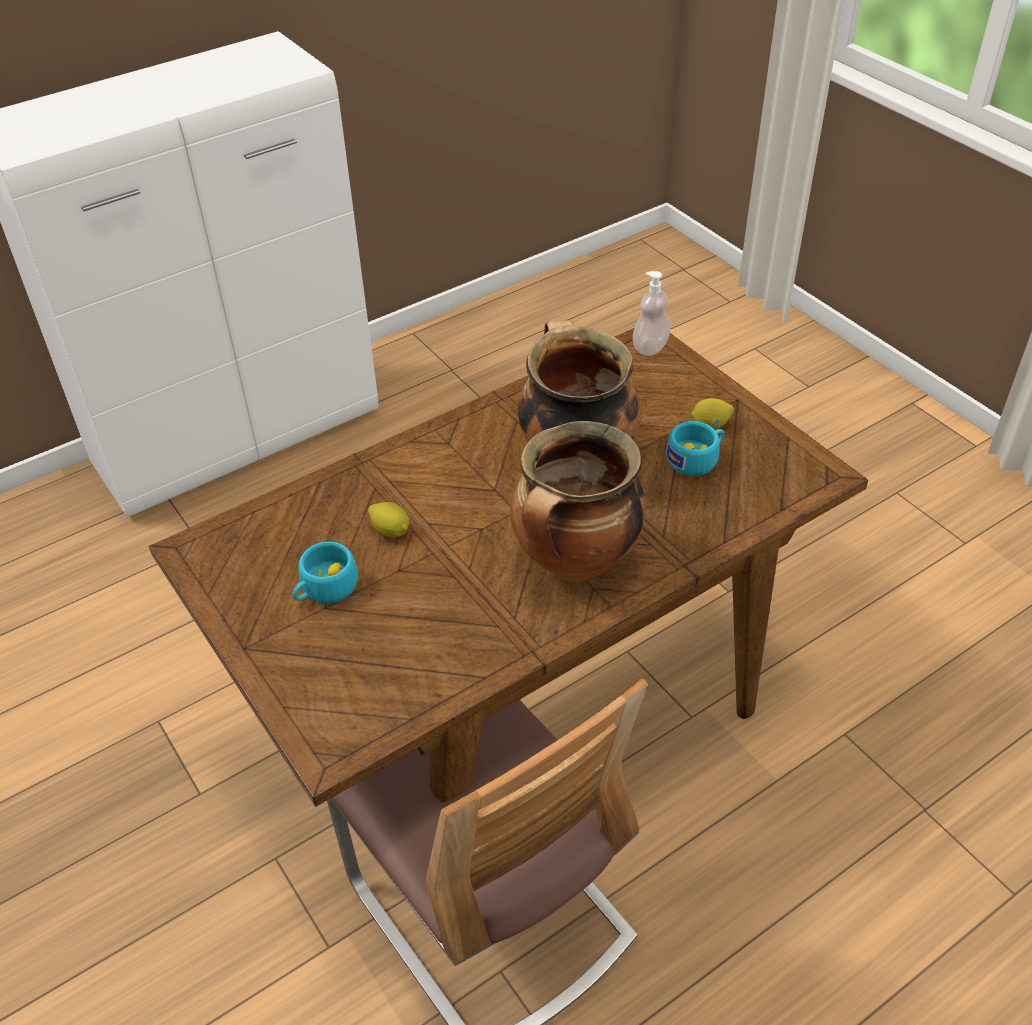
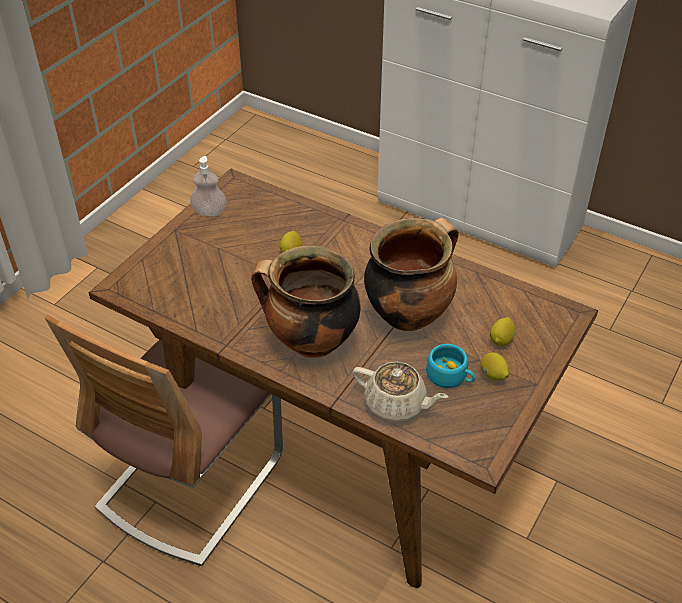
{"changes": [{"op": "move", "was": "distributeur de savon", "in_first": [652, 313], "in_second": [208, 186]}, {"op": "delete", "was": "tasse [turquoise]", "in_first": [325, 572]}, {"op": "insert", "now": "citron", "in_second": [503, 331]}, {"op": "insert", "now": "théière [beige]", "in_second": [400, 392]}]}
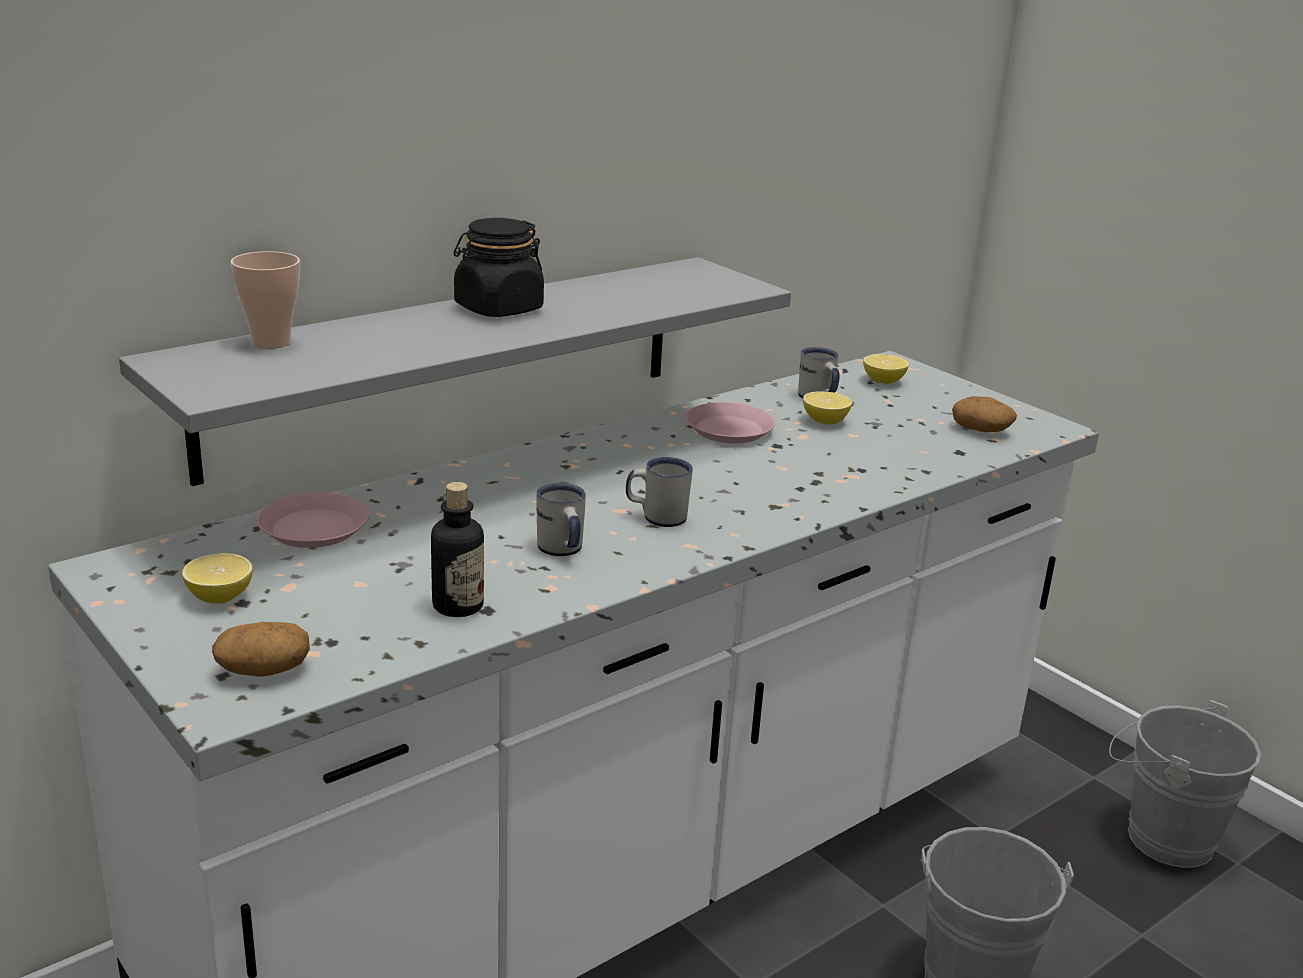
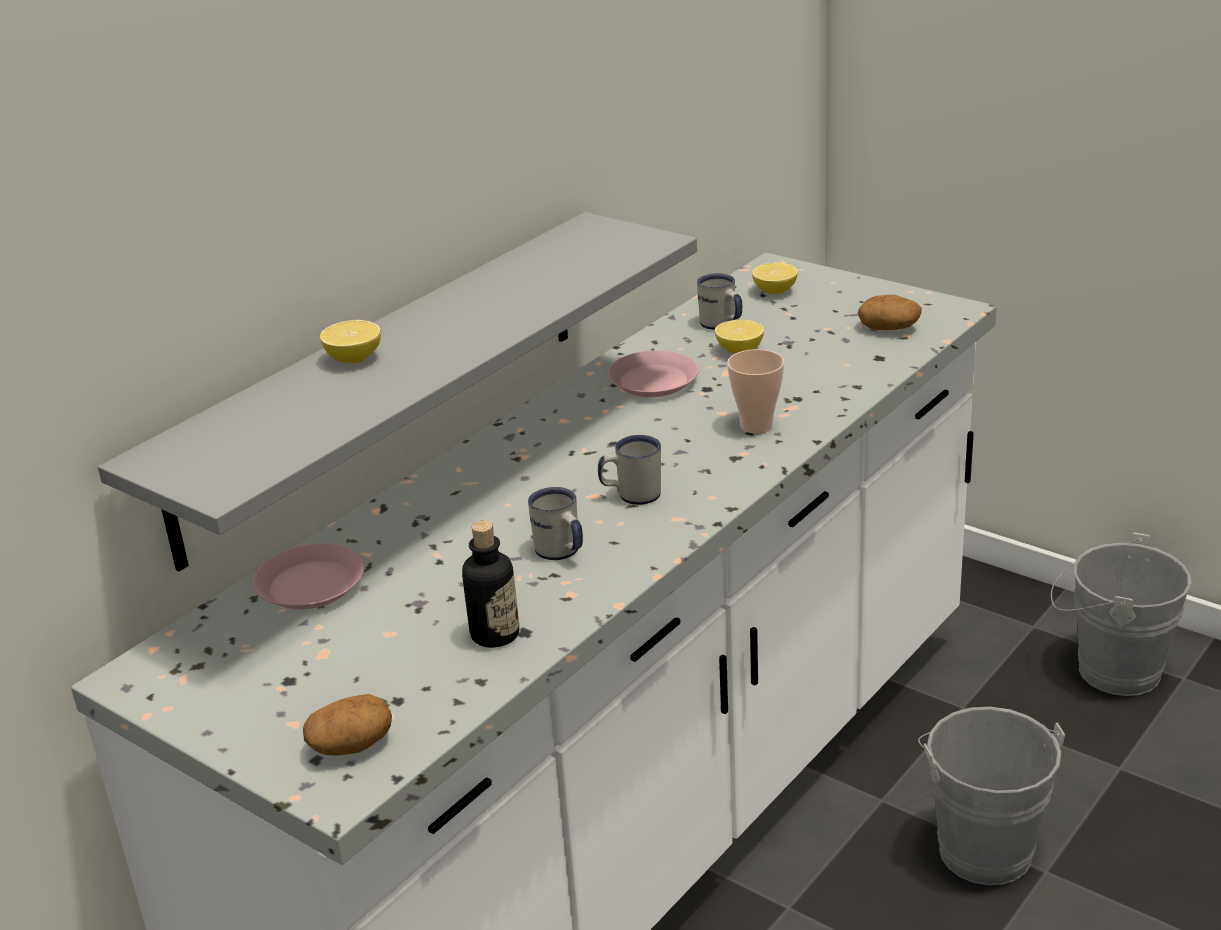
{"changes": [{"op": "delete", "was": "bocal [noir]", "in_first": [499, 267]}, {"op": "move", "was": "tasse", "in_first": [265, 300], "in_second": [755, 391]}, {"op": "move", "was": "citron", "in_first": [217, 578], "in_second": [350, 342]}]}
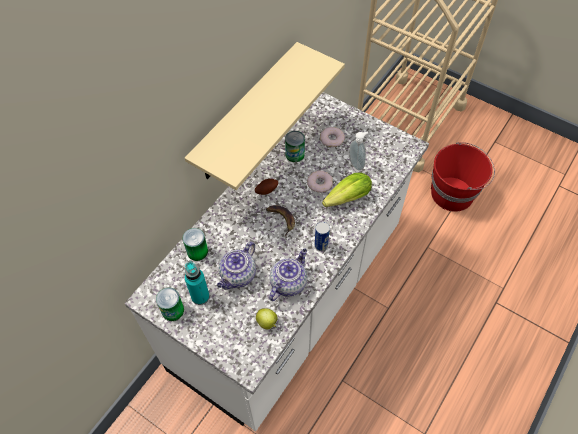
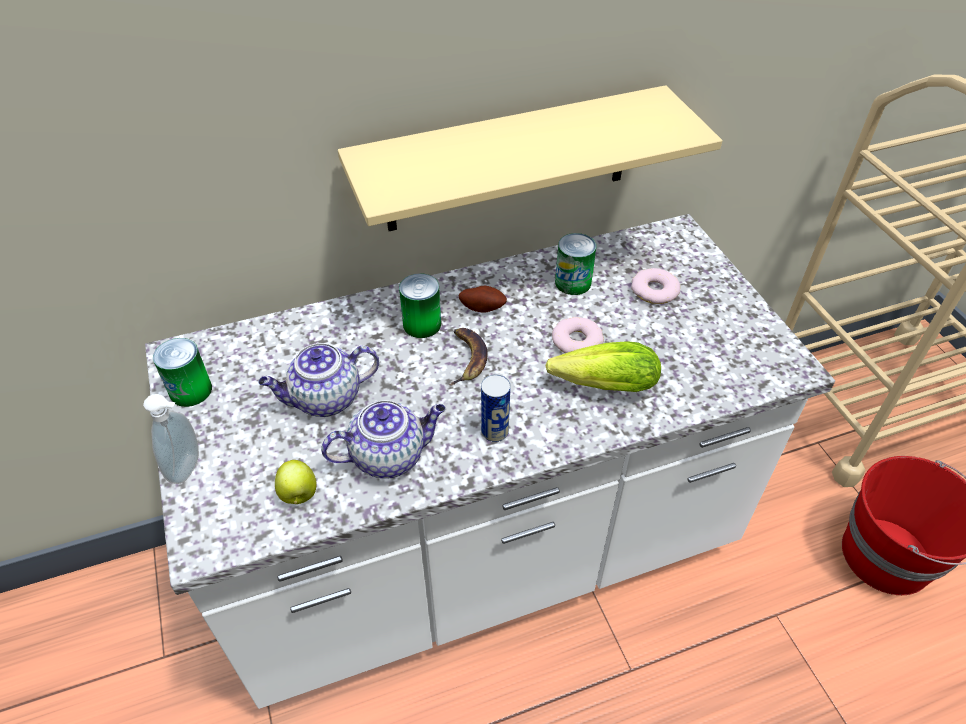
{"changes": [{"op": "move", "was": "distributeur de savon", "in_first": [358, 151], "in_second": [171, 439]}, {"op": "move", "was": "boîte métallique", "in_first": [195, 244], "in_second": [420, 305]}, {"op": "delete", "was": "bouteille [turquoise]", "in_first": [197, 283]}]}
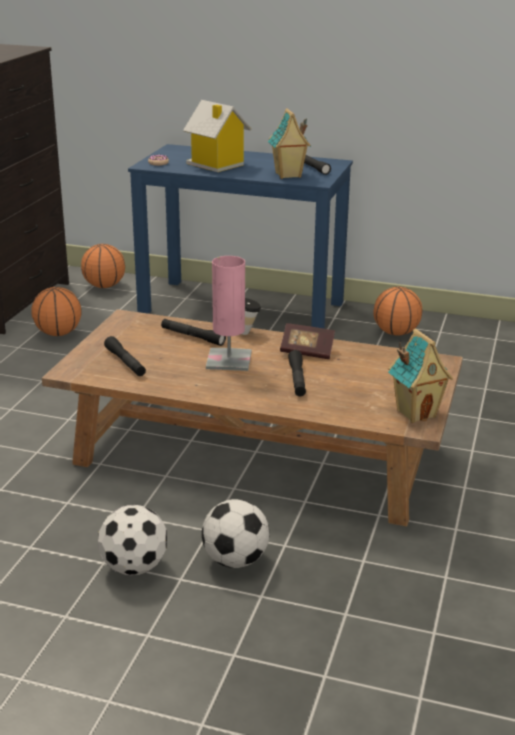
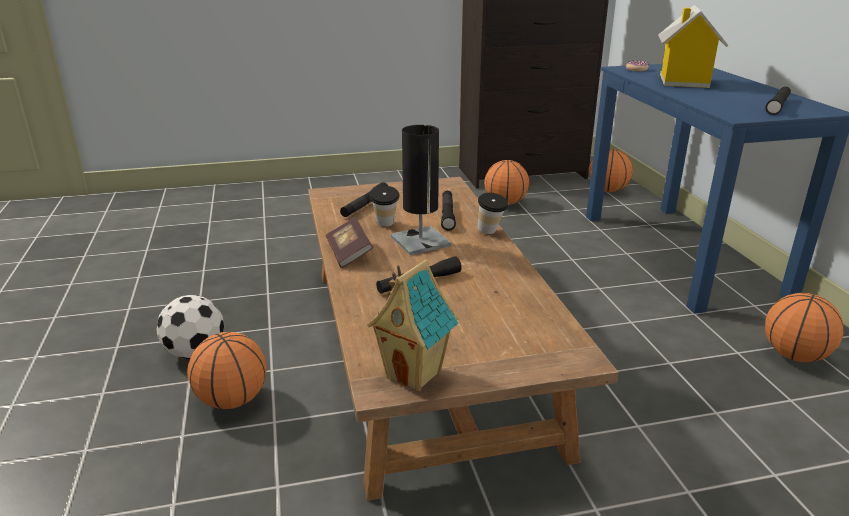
{"changes": [{"op": "delete", "was": "maison miniature", "in_first": [289, 143]}, {"op": "recolor", "was": "lampe de table [rose]", "now": "lampe de table [noir]", "in_first": [229, 313], "in_second": [421, 190]}, {"op": "move", "was": "livre", "in_first": [307, 341], "in_second": [349, 242]}, {"op": "replace", "was": "ballon de foot", "now": "ballon de basket", "in_first": [235, 533], "in_second": [227, 370]}, {"op": "insert", "now": "tasse", "in_second": [385, 206]}]}
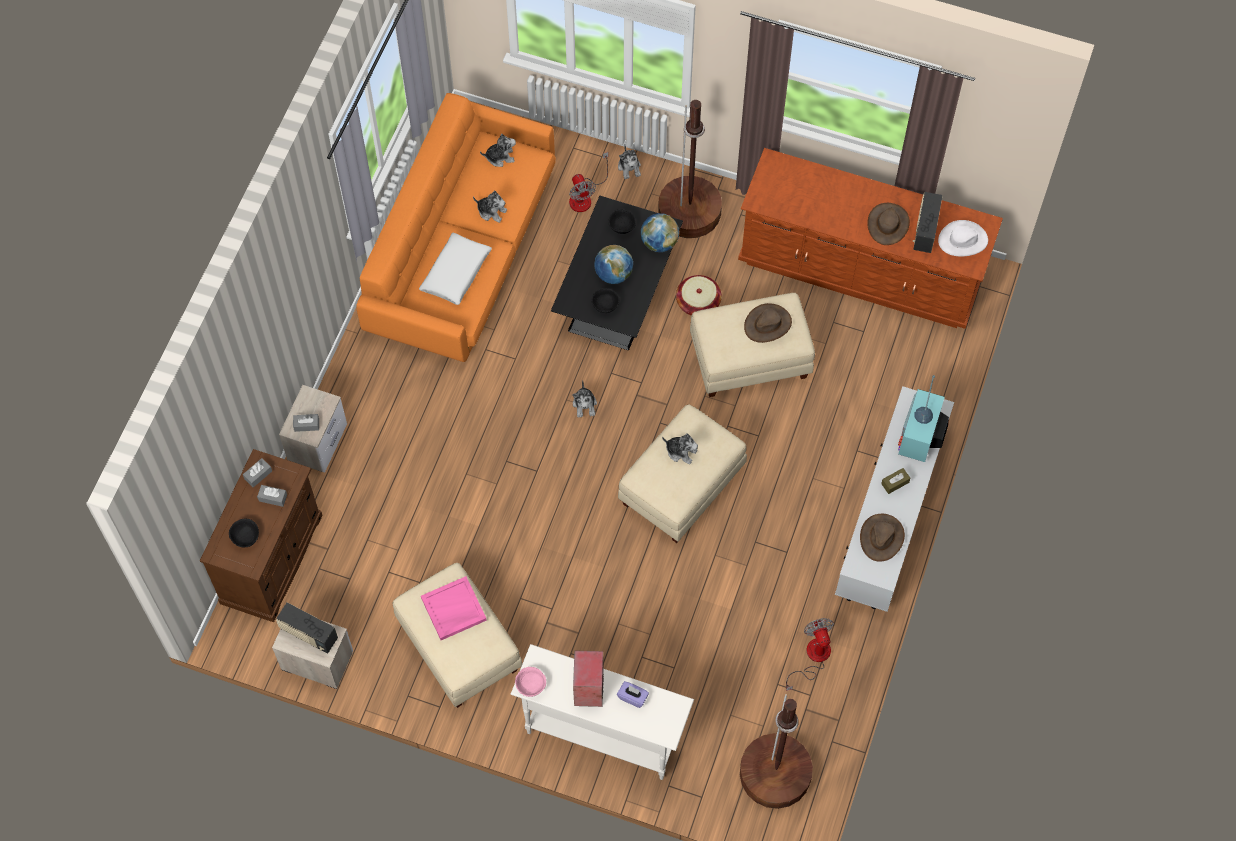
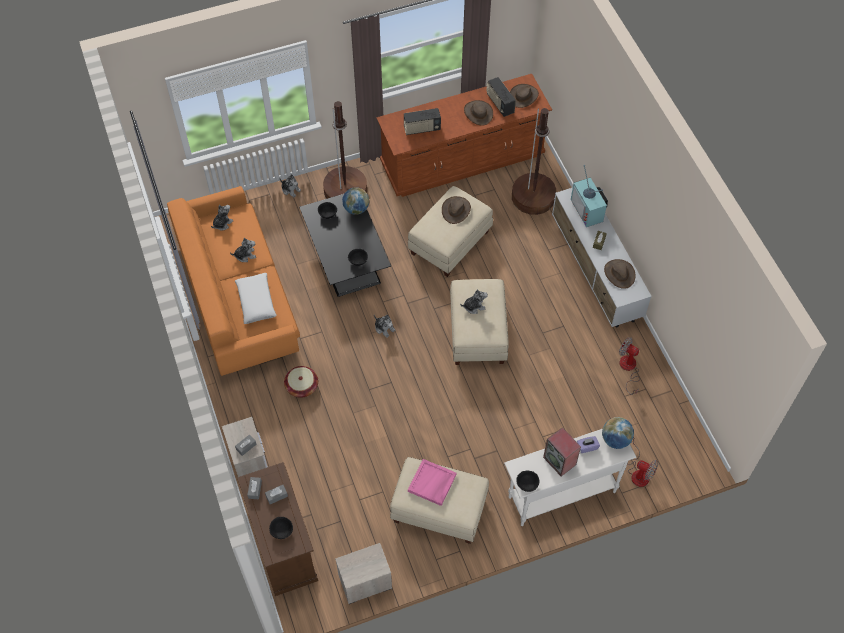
{"changes": [{"op": "move", "was": "ventilateur", "in_first": [588, 182], "in_second": [642, 462]}, {"op": "recolor", "was": "chapeau [blanc]", "now": "chapeau [marron]", "in_first": [963, 238], "in_second": [524, 96]}, {"op": "move", "was": "globe", "in_first": [613, 264], "in_second": [618, 433]}, {"op": "move", "was": "panier", "in_first": [699, 295], "in_second": [301, 382]}, {"op": "move", "was": "radio", "in_first": [307, 628], "in_second": [422, 121]}, {"op": "recolor", "was": "bol [rose]", "now": "bol [noir]", "in_first": [530, 682], "in_second": [528, 481]}, {"op": "move", "was": "lampadaire [marron]", "in_first": [776, 751], "in_second": [534, 161]}]}
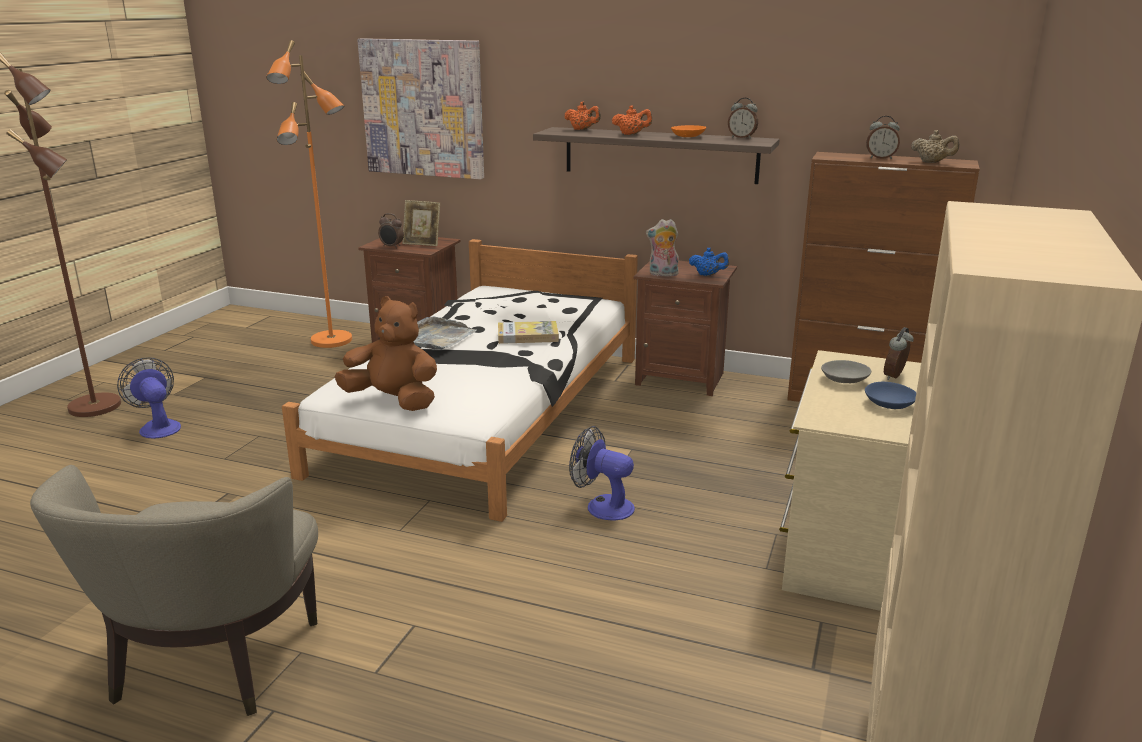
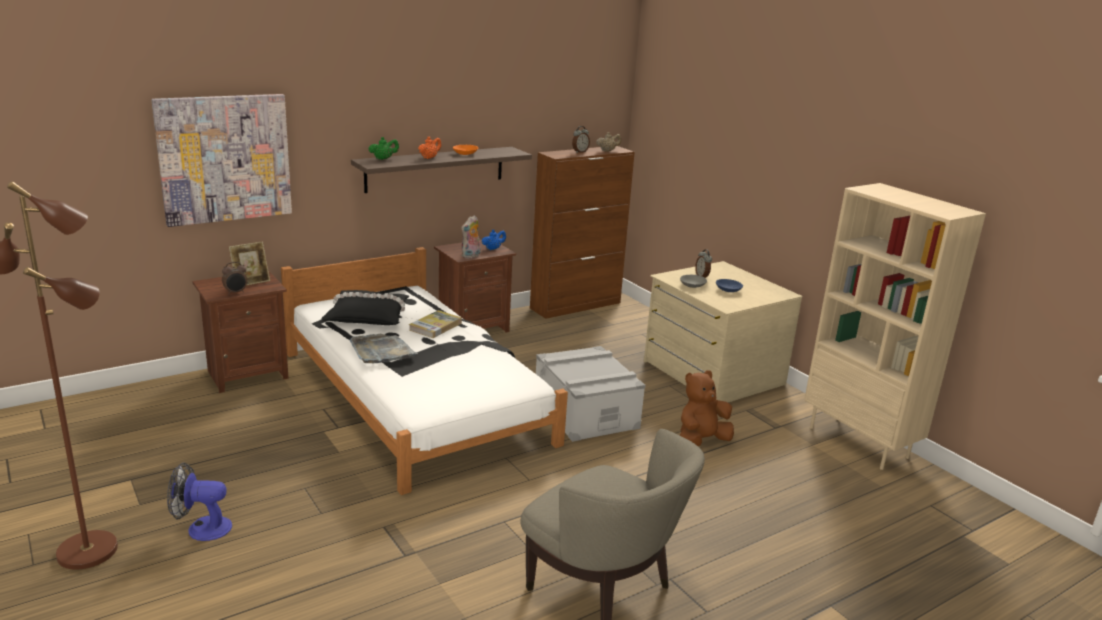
{"changes": [{"op": "delete", "was": "lampadaire [orange]", "in_first": [309, 194]}, {"op": "delete", "was": "réveil", "in_first": [743, 118]}, {"op": "recolor", "was": "théière [orange]", "now": "théière [vert]", "in_first": [582, 116], "in_second": [383, 148]}, {"op": "move", "was": "peluche [marron]", "in_first": [386, 353], "in_second": [707, 408]}, {"op": "replace", "was": "ventilateur", "now": "boîte de rangement [gris]", "in_first": [602, 473], "in_second": [591, 394]}, {"op": "insert", "now": "coussin [noir]", "in_second": [365, 307]}]}
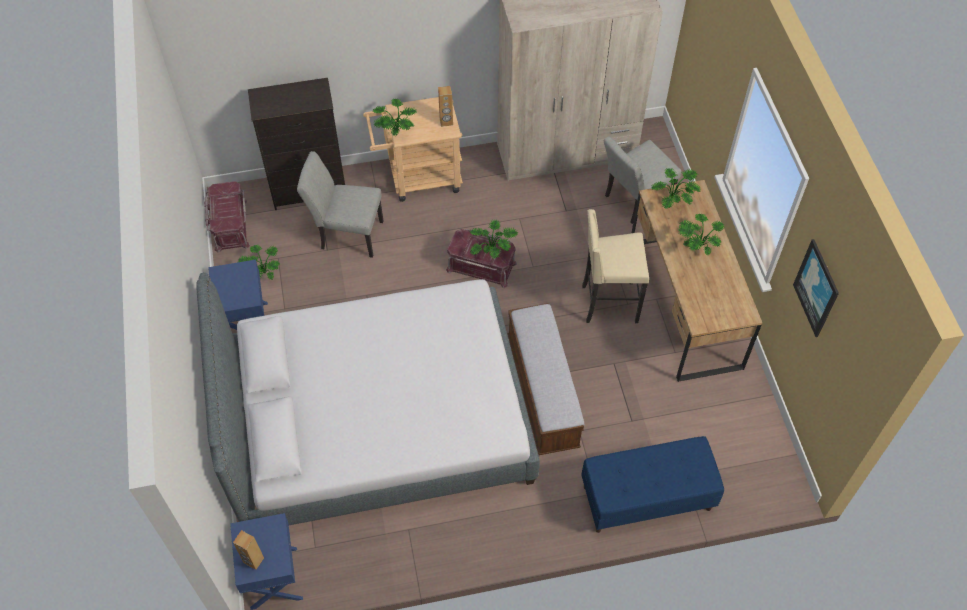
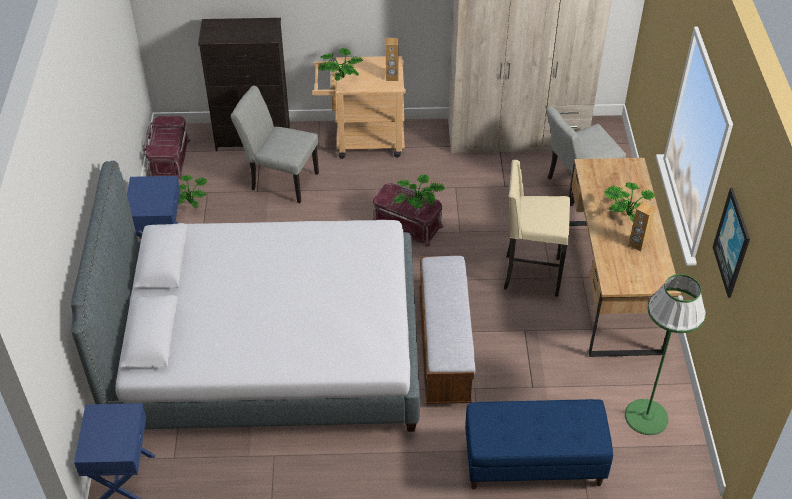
{"changes": [{"op": "delete", "was": "plante en pot", "in_first": [675, 188]}, {"op": "move", "was": "enceinte [marron]", "in_first": [248, 550], "in_second": [642, 226]}, {"op": "insert", "now": "lampadaire [vert]", "in_second": [665, 354]}]}
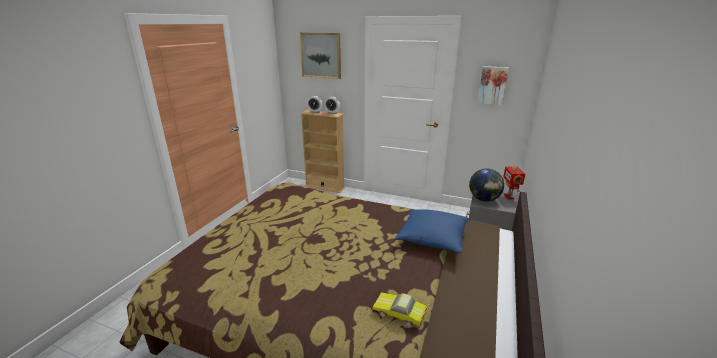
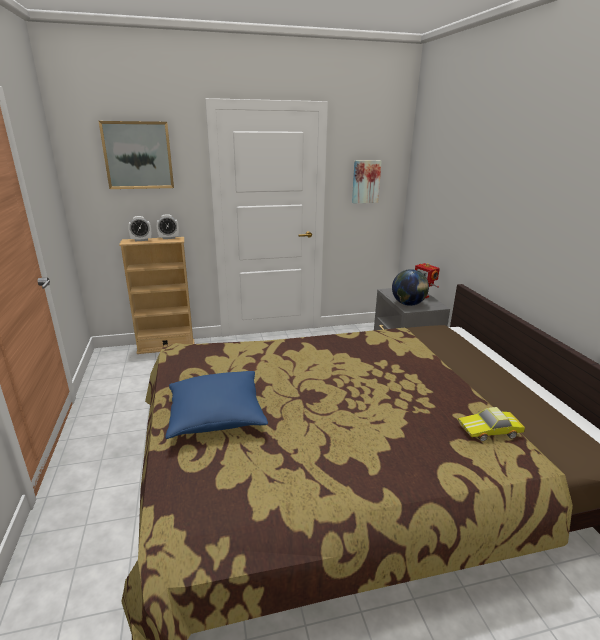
{"changes": [{"op": "move", "was": "coussin [bleu]", "in_first": [432, 231], "in_second": [216, 405]}]}
